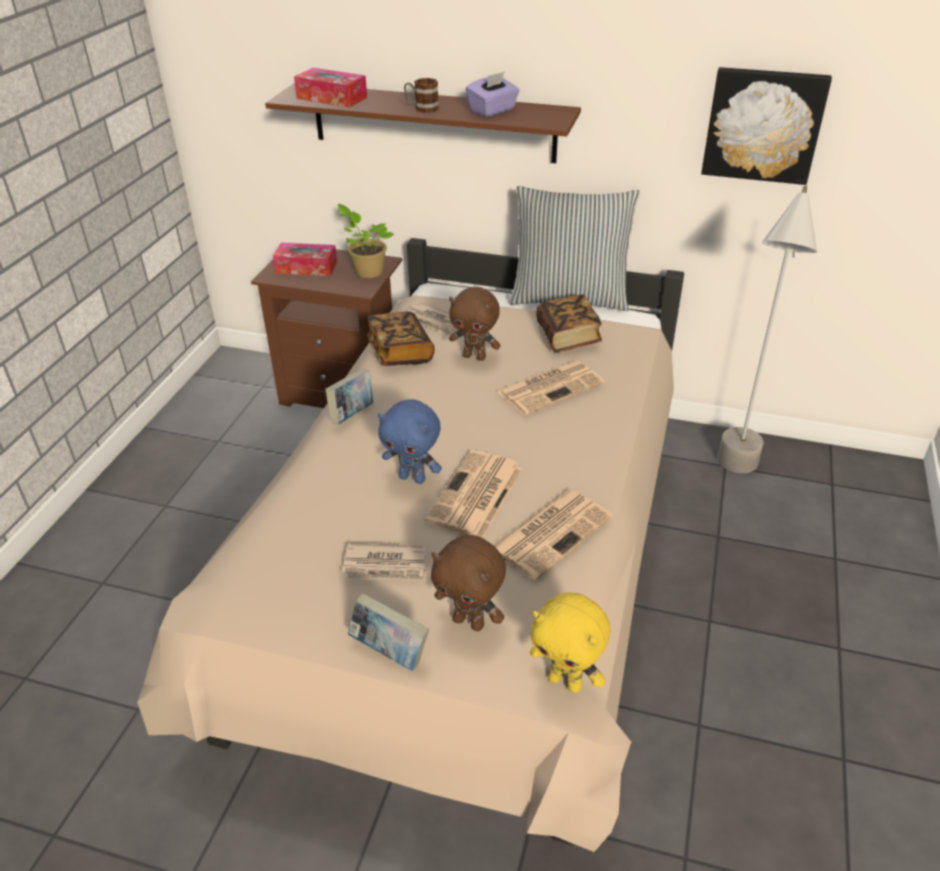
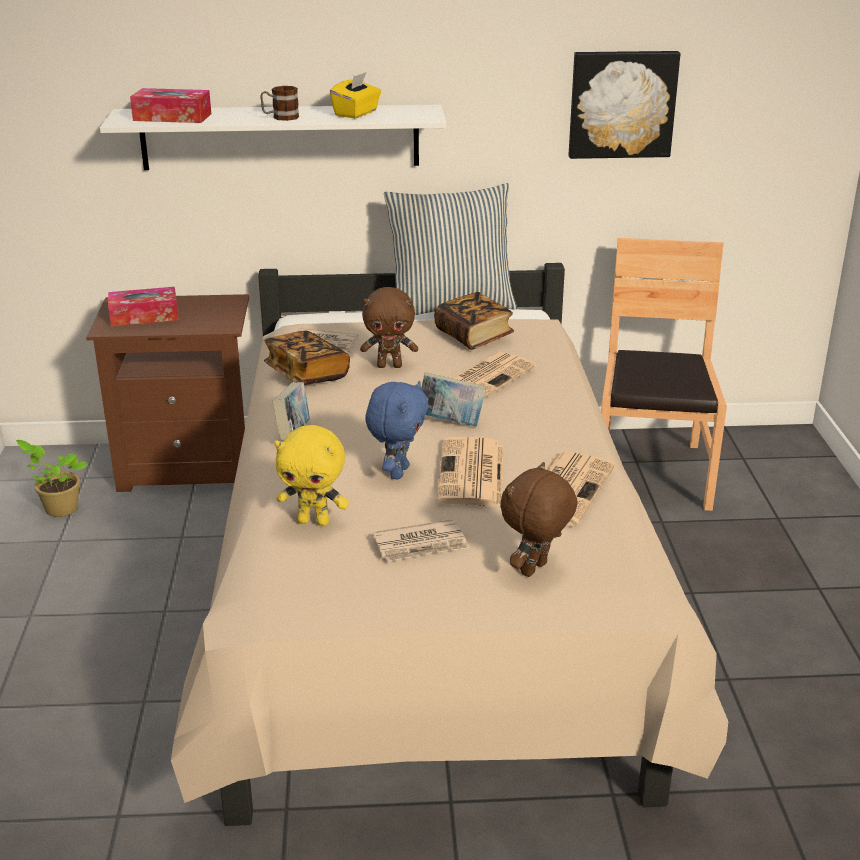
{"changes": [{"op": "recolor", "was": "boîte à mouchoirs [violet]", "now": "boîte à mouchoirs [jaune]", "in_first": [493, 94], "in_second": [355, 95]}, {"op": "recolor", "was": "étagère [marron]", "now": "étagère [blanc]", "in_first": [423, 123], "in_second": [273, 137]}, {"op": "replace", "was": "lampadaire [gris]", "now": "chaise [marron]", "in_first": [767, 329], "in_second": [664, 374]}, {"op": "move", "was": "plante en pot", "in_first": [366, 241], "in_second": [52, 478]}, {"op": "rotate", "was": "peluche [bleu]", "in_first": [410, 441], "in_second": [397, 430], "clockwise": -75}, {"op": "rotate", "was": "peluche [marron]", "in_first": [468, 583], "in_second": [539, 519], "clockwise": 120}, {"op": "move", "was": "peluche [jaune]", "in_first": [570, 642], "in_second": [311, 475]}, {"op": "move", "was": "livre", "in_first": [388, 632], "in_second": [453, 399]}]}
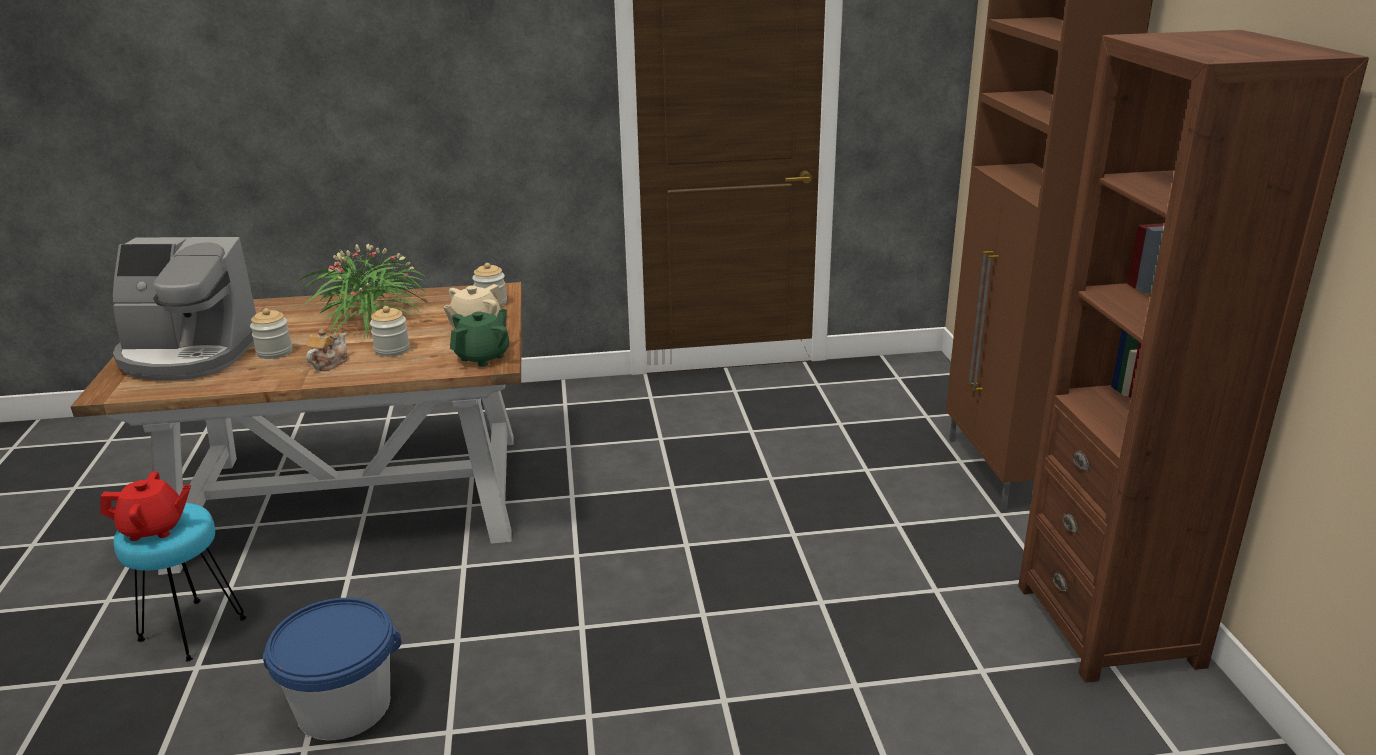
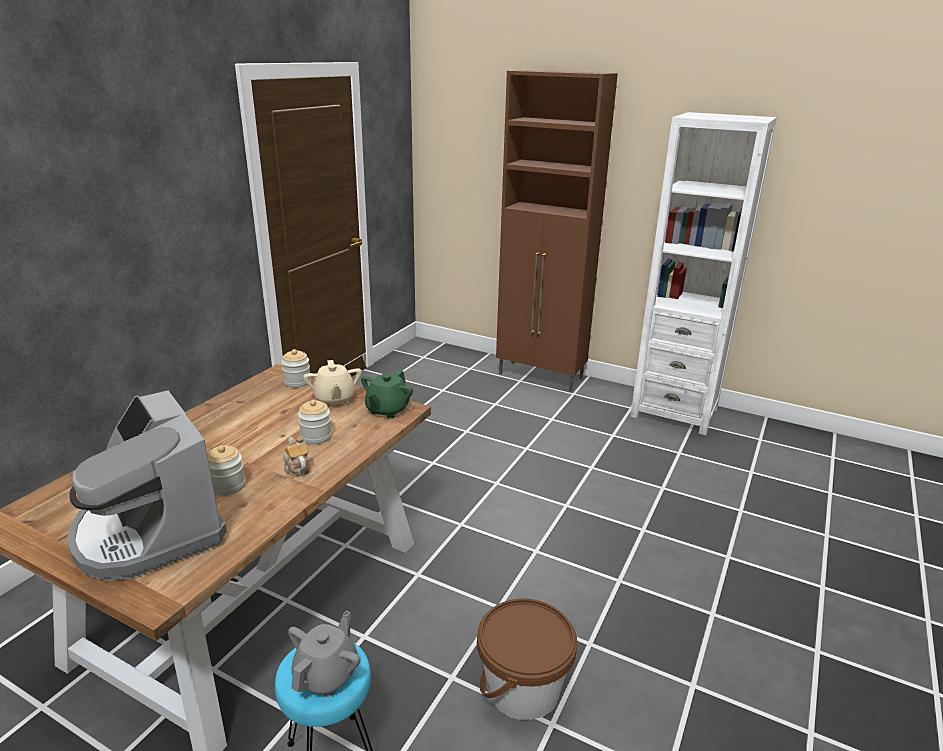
{"changes": [{"op": "recolor", "was": "bibliothèque [marron]", "now": "bibliothèque [blanc]", "in_first": [1193, 356], "in_second": [703, 273]}, {"op": "rotate", "was": "machine à café", "in_first": [184, 308], "in_second": [147, 485], "clockwise": 105}, {"op": "delete", "was": "plante en pot", "in_first": [364, 291]}, {"op": "rotate", "was": "théière [vert]", "in_first": [480, 338], "in_second": [387, 394], "clockwise": -135}, {"op": "recolor", "was": "théière [rouge]", "now": "théière [gris]", "in_first": [145, 506], "in_second": [324, 654]}, {"op": "recolor", "was": "seau [bleu]", "now": "seau [marron]", "in_first": [332, 669], "in_second": [527, 659]}]}
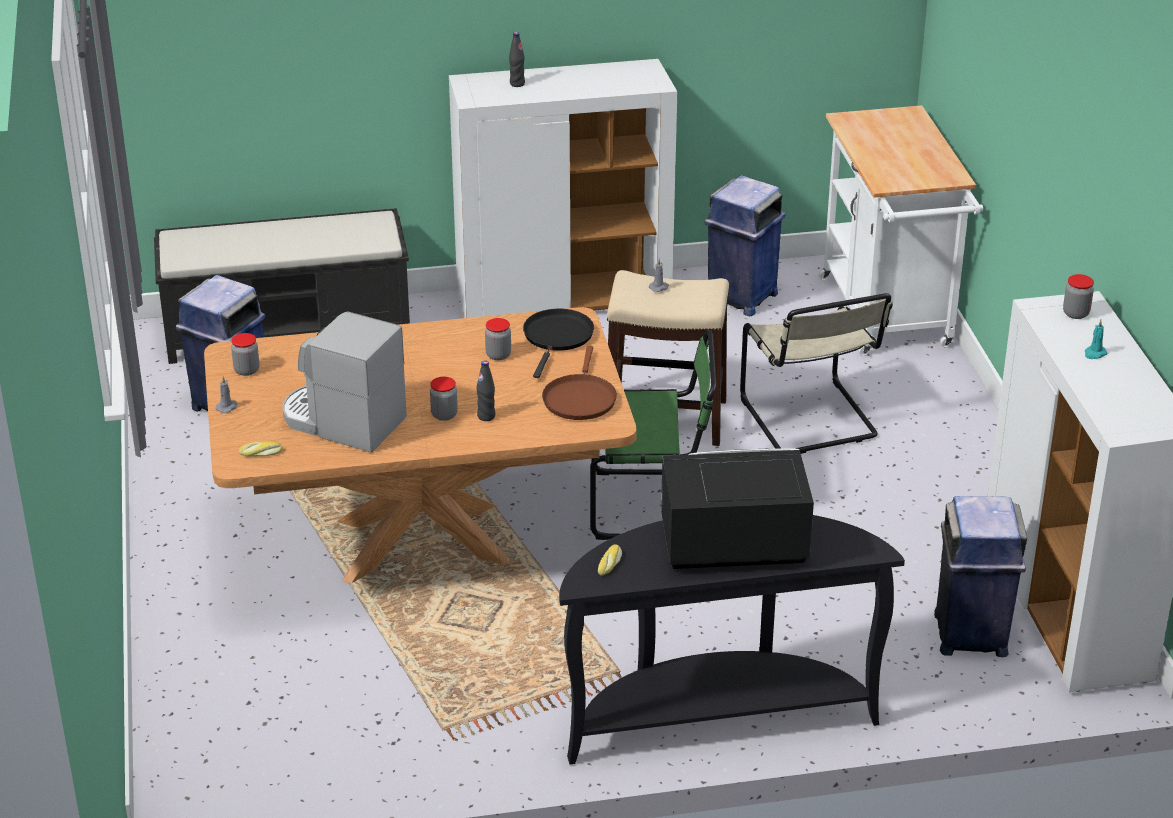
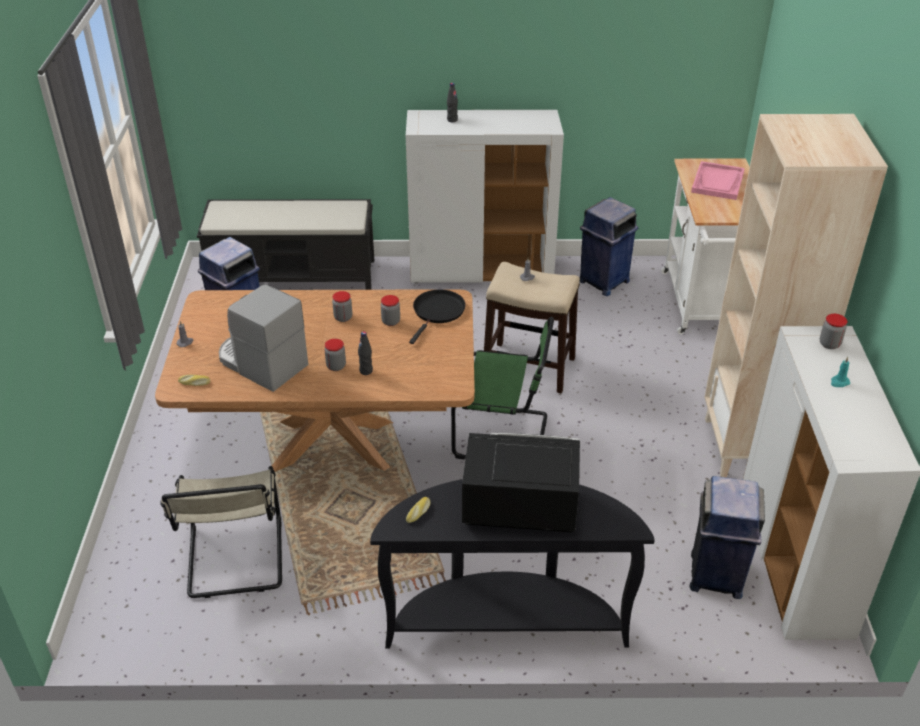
{"changes": [{"op": "move", "was": "chaise [beige]", "in_first": [816, 373], "in_second": [221, 532]}, {"op": "move", "was": "bocal", "in_first": [245, 354], "in_second": [342, 306]}, {"op": "delete", "was": "poêle [marron]", "in_first": [579, 383]}, {"op": "insert", "now": "bibliothèque [beige]", "in_second": [796, 296]}, {"op": "insert", "now": "plateau [rose]", "in_second": [718, 180]}]}
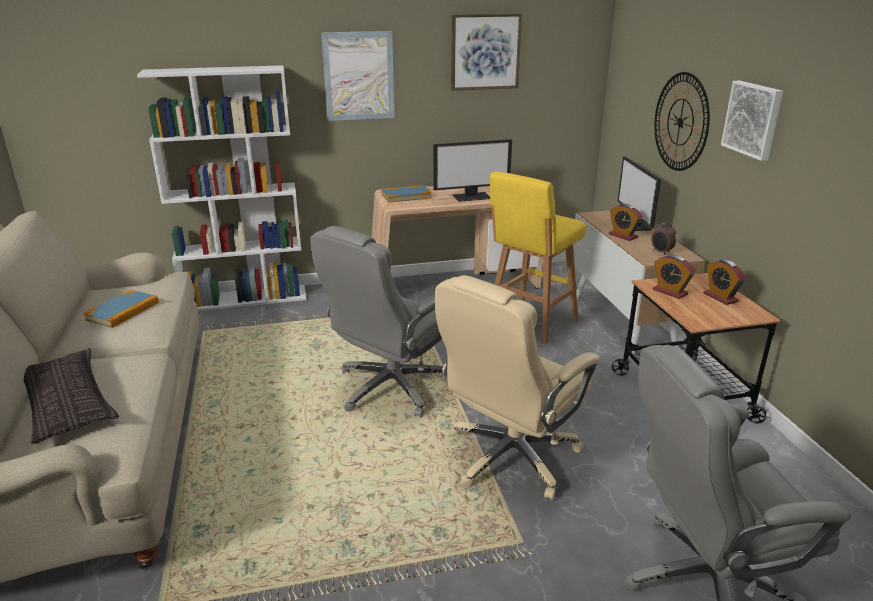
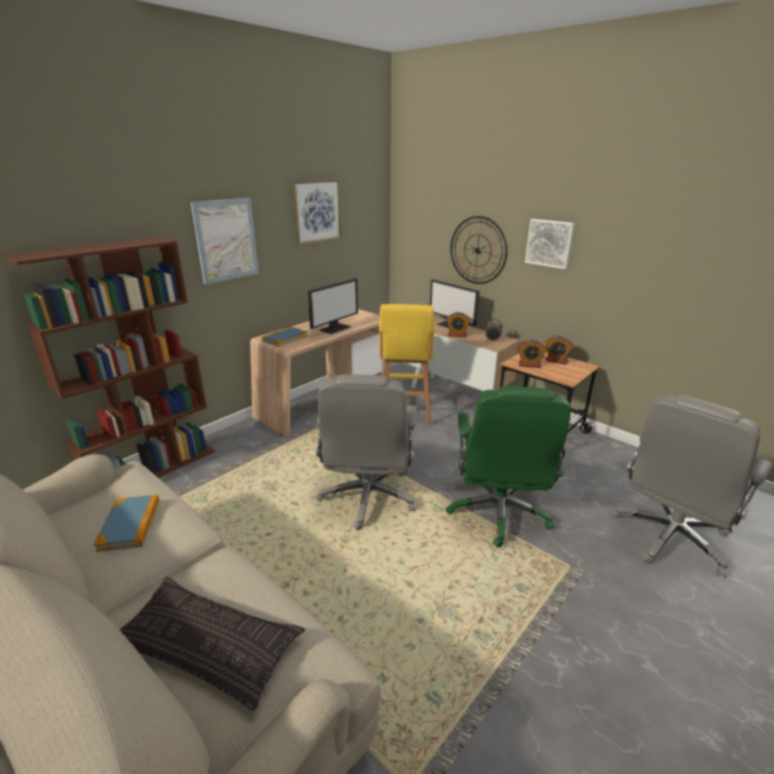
{"changes": [{"op": "recolor", "was": "bibliothèque [blanc]", "now": "bibliothèque [marron]", "in_first": [221, 188], "in_second": [109, 357]}, {"op": "recolor", "was": "chaise de bureau [beige]", "now": "chaise de bureau [vert]", "in_first": [517, 387], "in_second": [508, 467]}]}
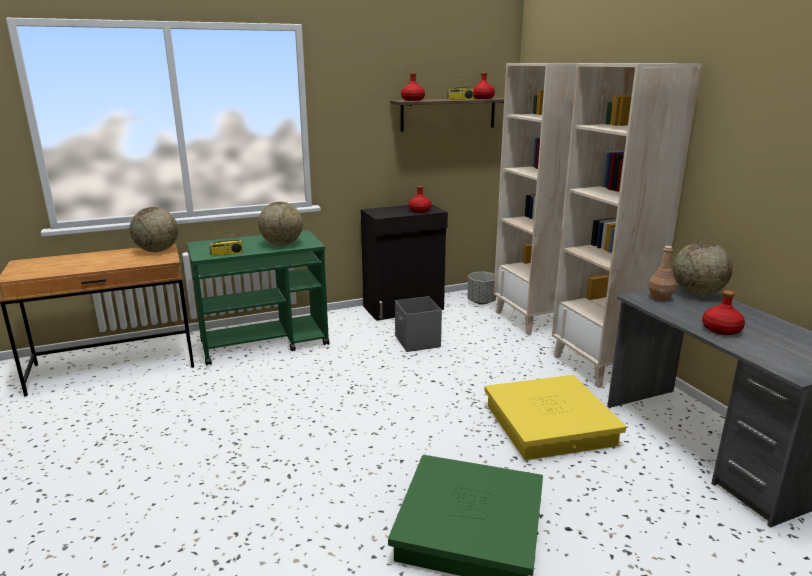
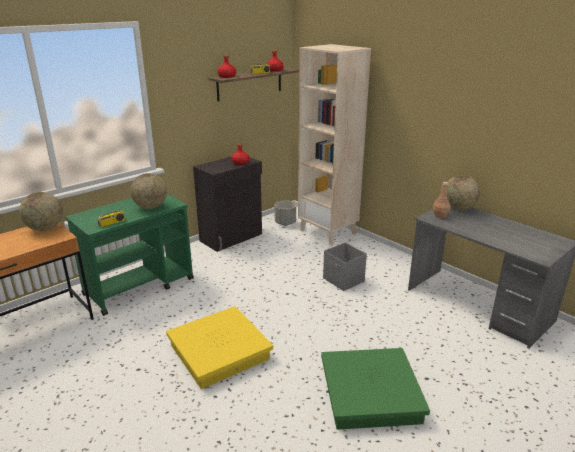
{"changes": [{"op": "delete", "was": "bibliothèque [beige]", "in_first": [627, 225]}, {"op": "delete", "was": "bouteille [rouge]", "in_first": [723, 312]}, {"op": "move", "was": "boîte de rangement [gris]", "in_first": [418, 324], "in_second": [345, 266]}, {"op": "move", "was": "boîte de rangement [jaune]", "in_first": [555, 417], "in_second": [219, 347]}]}
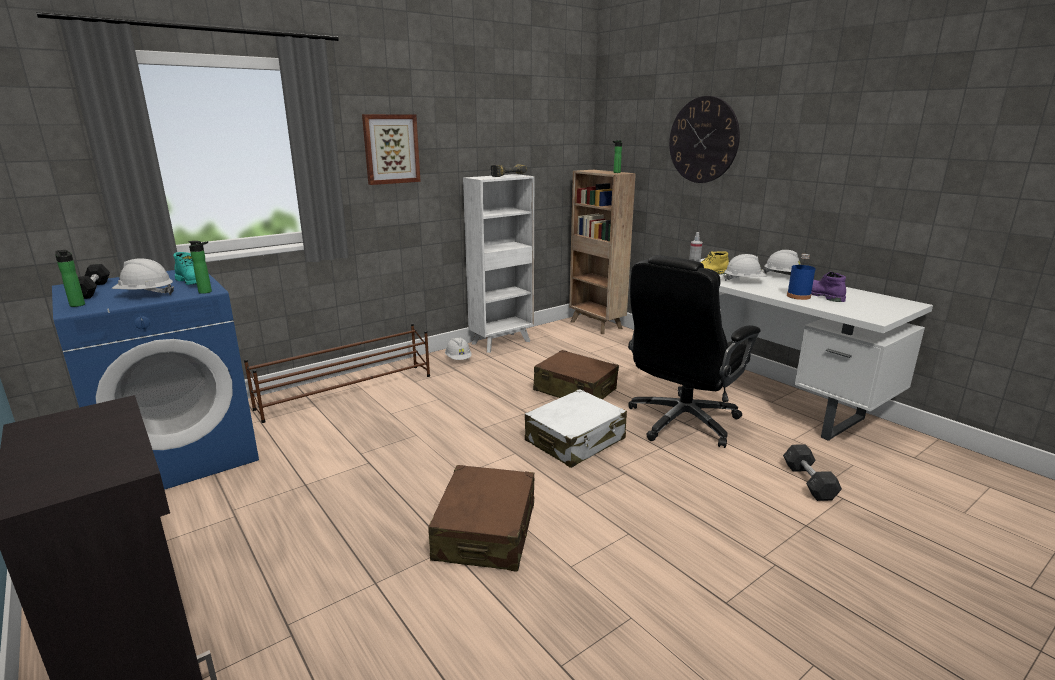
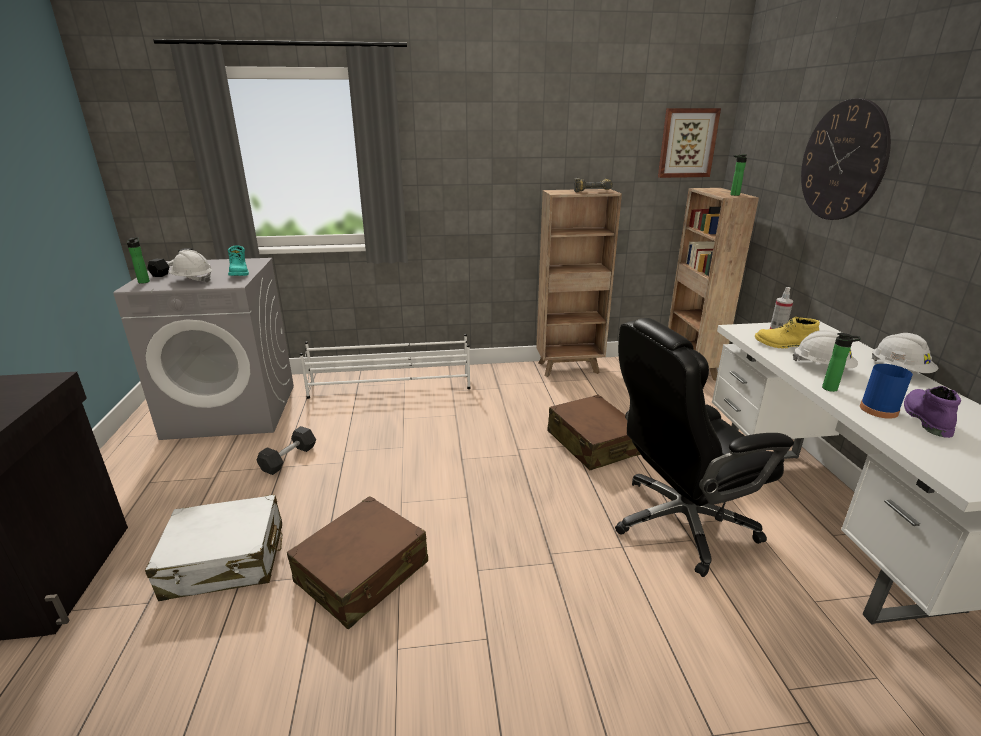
{"changes": [{"op": "move", "was": "tableau", "in_first": [391, 149], "in_second": [689, 143]}, {"op": "recolor", "was": "bibliothèque [blanc]", "now": "bibliothèque [marron]", "in_first": [498, 263], "in_second": [579, 283]}, {"op": "move", "was": "bouteille", "in_first": [200, 267], "in_second": [841, 362]}, {"op": "recolor", "was": "lave-linge [bleu]", "now": "lave-linge [gris]", "in_first": [155, 380], "in_second": [203, 349]}, {"op": "recolor", "was": "étagère à chaussures [marron]", "now": "étagère à chaussures [blanc]", "in_first": [337, 373], "in_second": [385, 366]}, {"op": "delete", "was": "casque de chantier [blanc]", "in_first": [458, 348]}, {"op": "move", "was": "valise [blanc]", "in_first": [576, 428], "in_second": [213, 548]}, {"op": "move", "was": "haltère [gris]", "in_first": [812, 472], "in_second": [286, 450]}]}
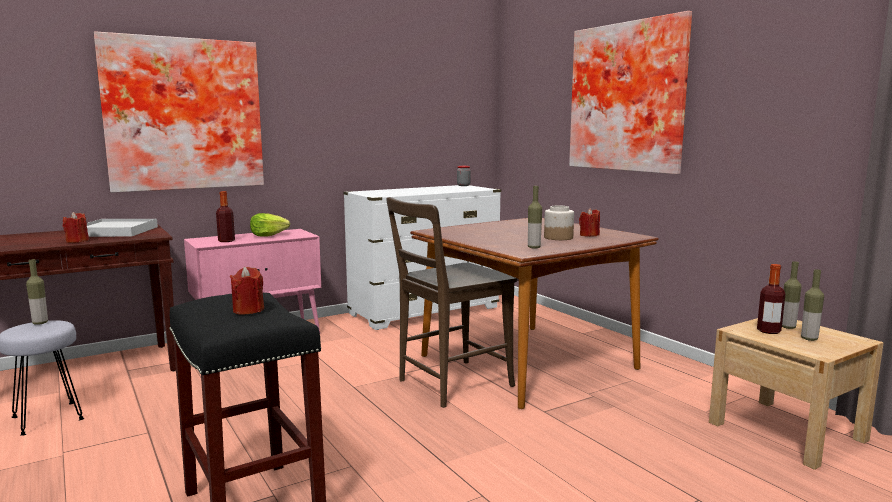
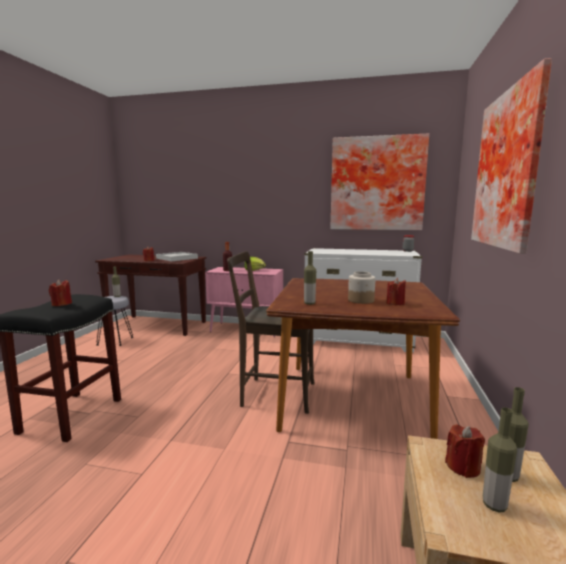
{"changes": [{"op": "move", "was": "tableau", "in_first": [179, 112], "in_second": [379, 181]}, {"op": "replace", "was": "bouteille", "now": "bougie [rouge]", "in_first": [771, 299], "in_second": [465, 451]}]}
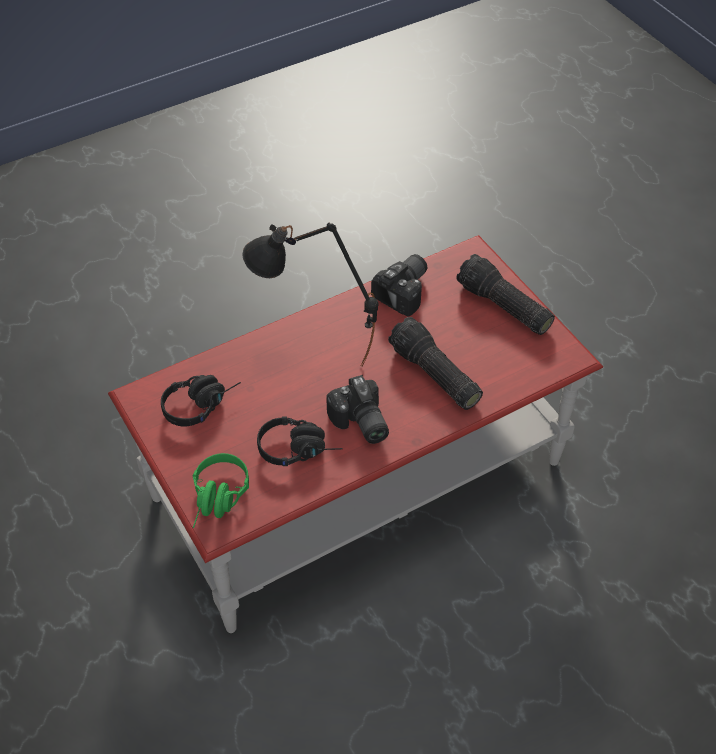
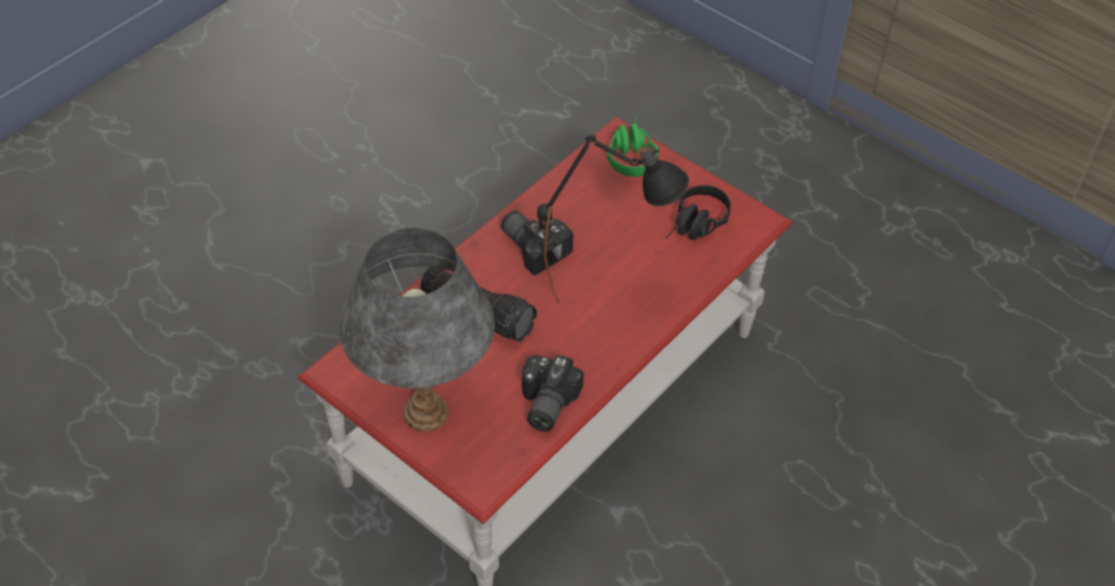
{"changes": [{"op": "replace", "was": "lampe de poche", "now": "lampe de table [gris]", "in_first": [505, 294], "in_second": [417, 329]}, {"op": "delete", "was": "casque audio [noir]", "in_first": [300, 441]}]}
